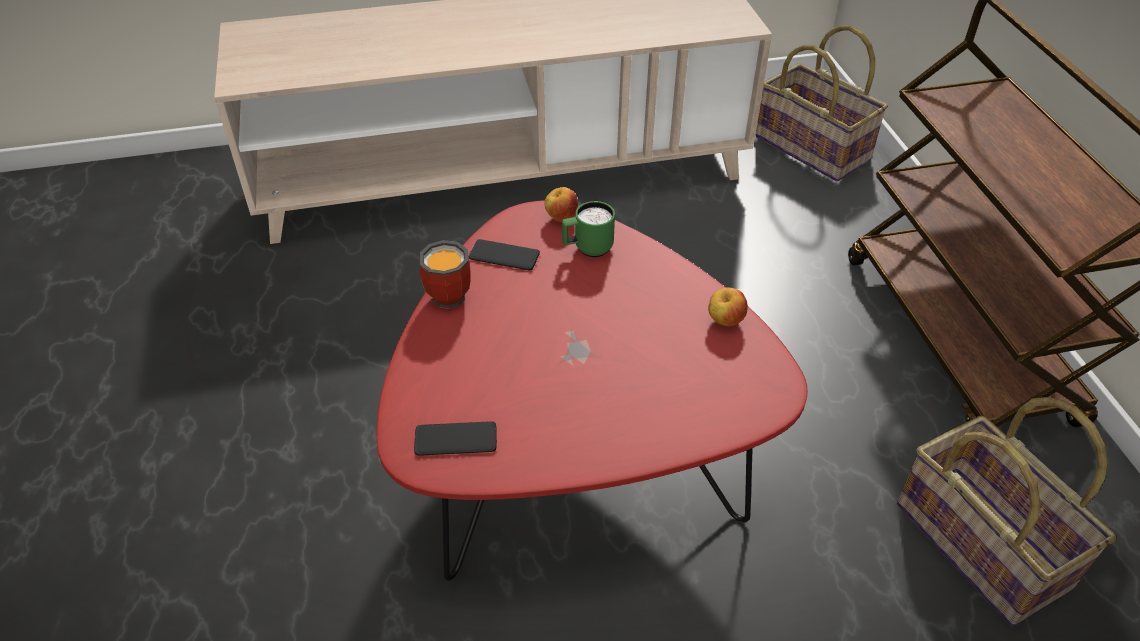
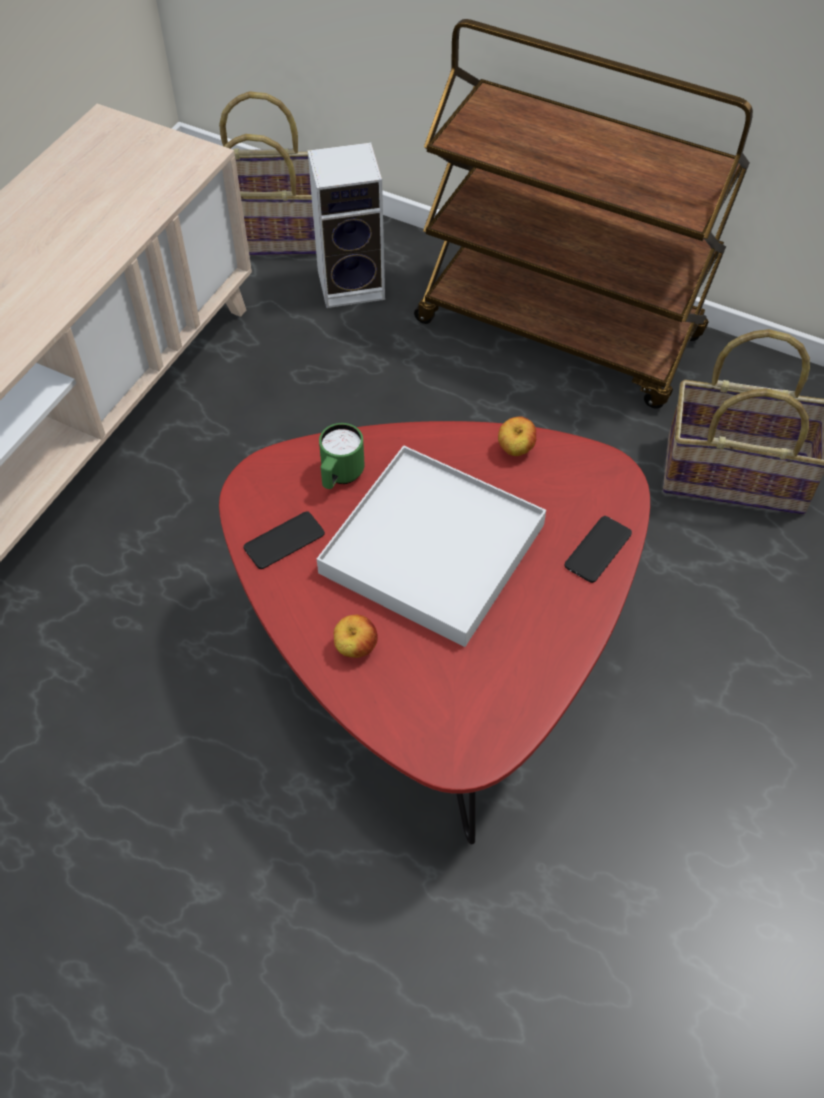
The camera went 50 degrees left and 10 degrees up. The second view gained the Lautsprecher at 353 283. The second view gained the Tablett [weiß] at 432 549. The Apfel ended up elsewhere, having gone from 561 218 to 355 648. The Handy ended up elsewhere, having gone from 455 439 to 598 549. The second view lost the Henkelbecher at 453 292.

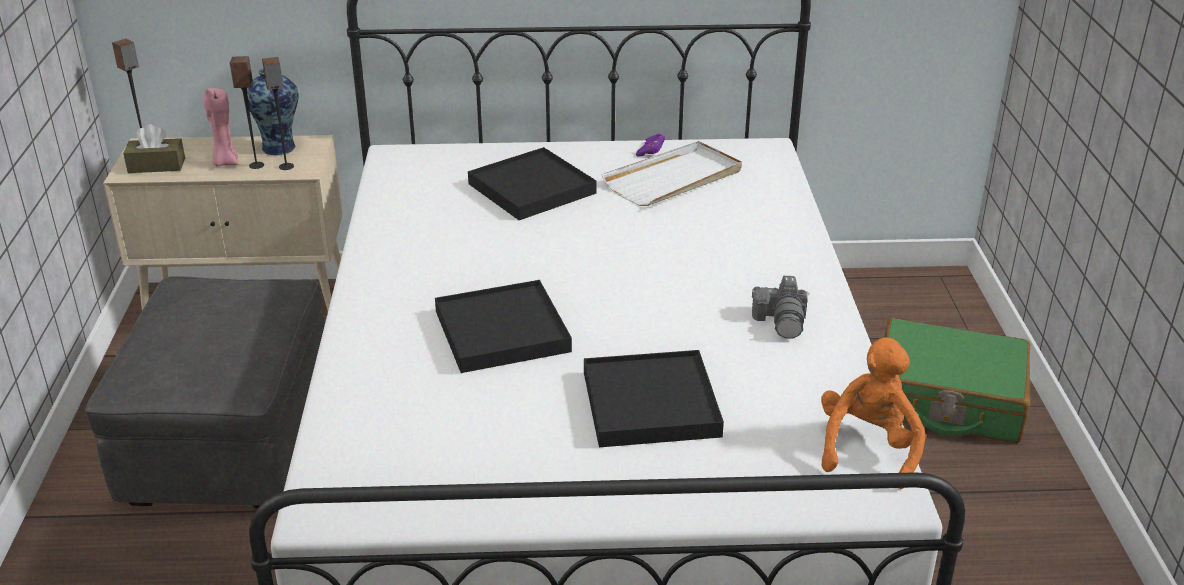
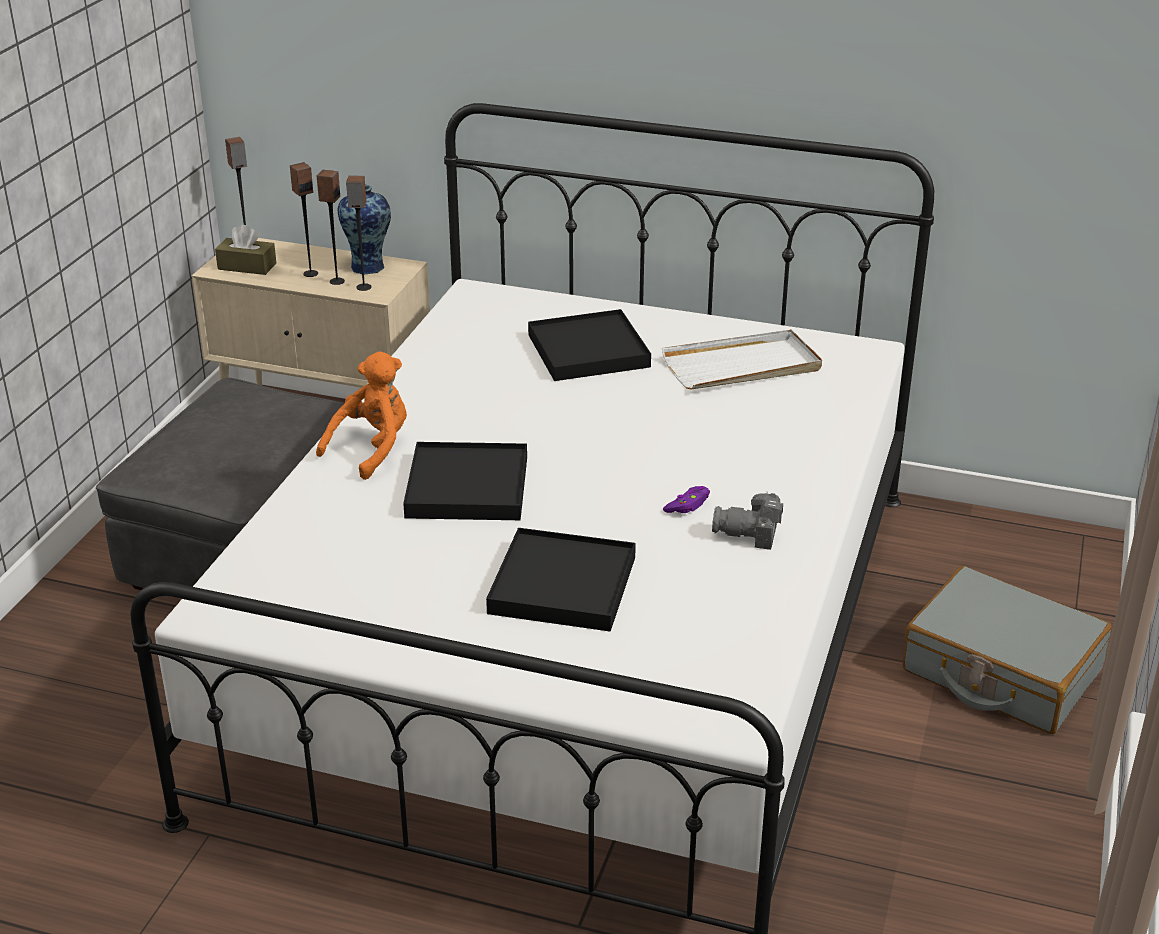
The camera went 20 degrees right and 0 degrees up. Where the Kerze [rosa] stood at 225 162, the Lautsprecher came to stand at 310 273. The Plüschtier [orange] ended up elsewhere, having gone from 868 448 to 372 449. The Gamepad [lila] ended up elsewhere, having gone from 651 150 to 688 505. The Kamera at 782 321 ended up facing another way, 75 degrees clockwise from before. What was the Koffer [grün] at 947 400 turned into the Koffer [grau] at 1000 671.

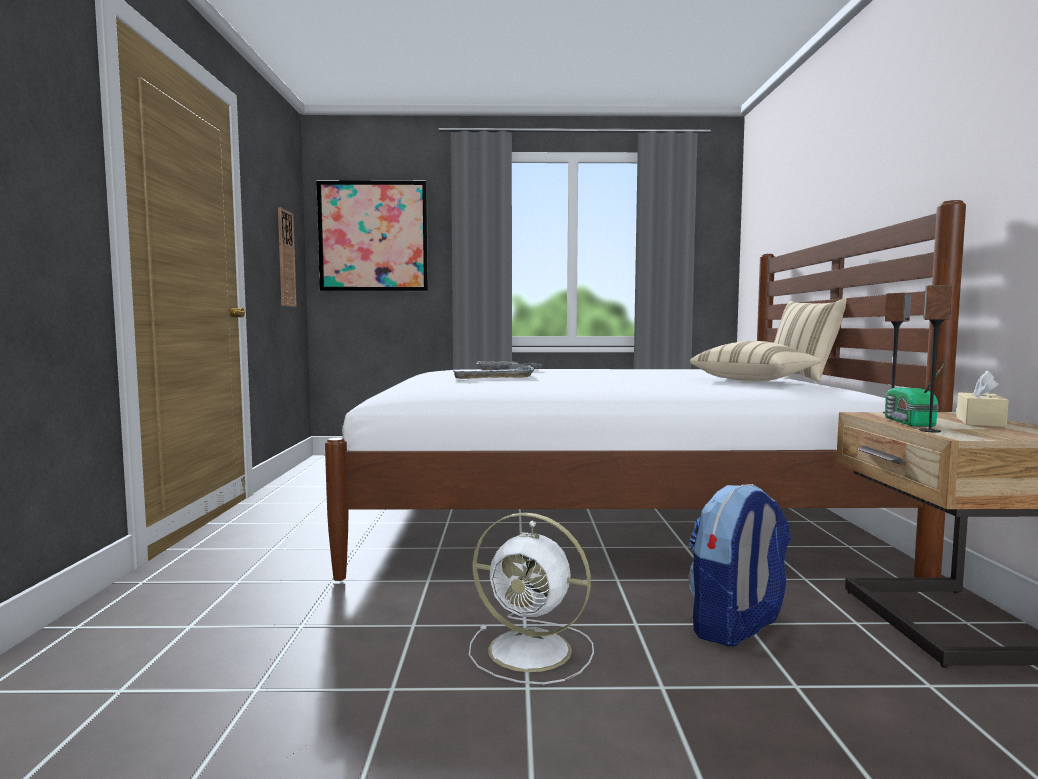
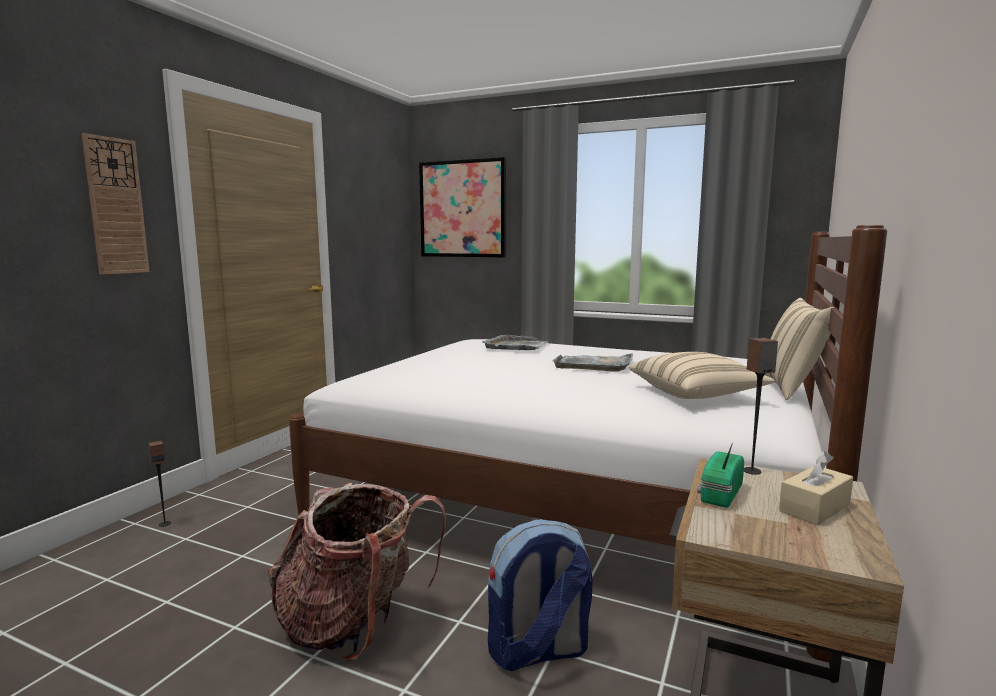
The camera went 25 degrees right and 5 degrees up. The Wanduhr ended up elsewhere, having gone from 286 258 to 116 206. The Lautsprecher ended up elsewhere, having gone from 929 431 to 165 523. Where the Ventilator [weiß] stood at 533 651, the Rucksack came to stand at 354 624. The Tablett [grau] ended up elsewhere, having gone from 494 376 to 594 365.

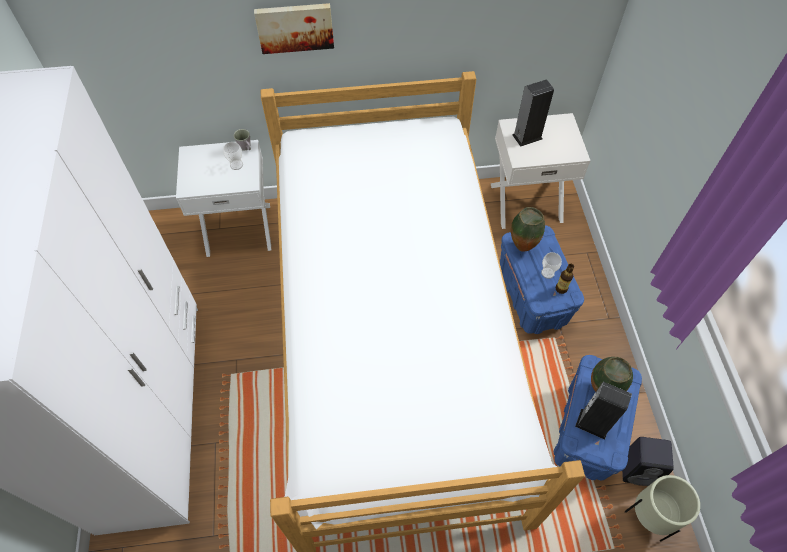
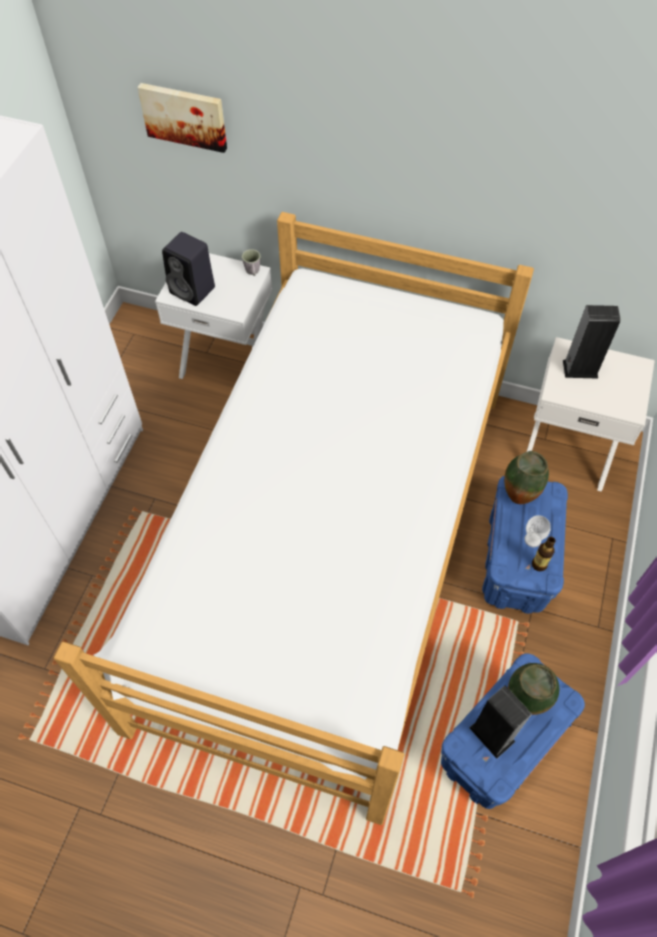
The camera went 25 degrees right and 0 degrees up. The Bild ended up elsewhere, having gone from 295 27 to 184 116. The Lautsprecher [schwarz] ended up elsewhere, having gone from 639 469 to 194 290. The second view lost the Tasse at 236 165. The second view lost the Pflanzkübel [beige] at 648 517.

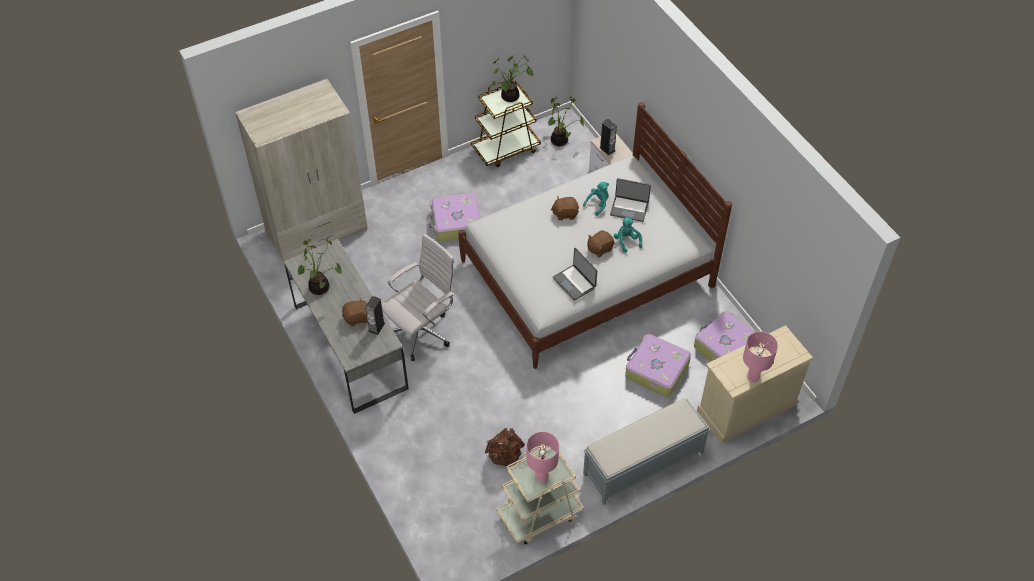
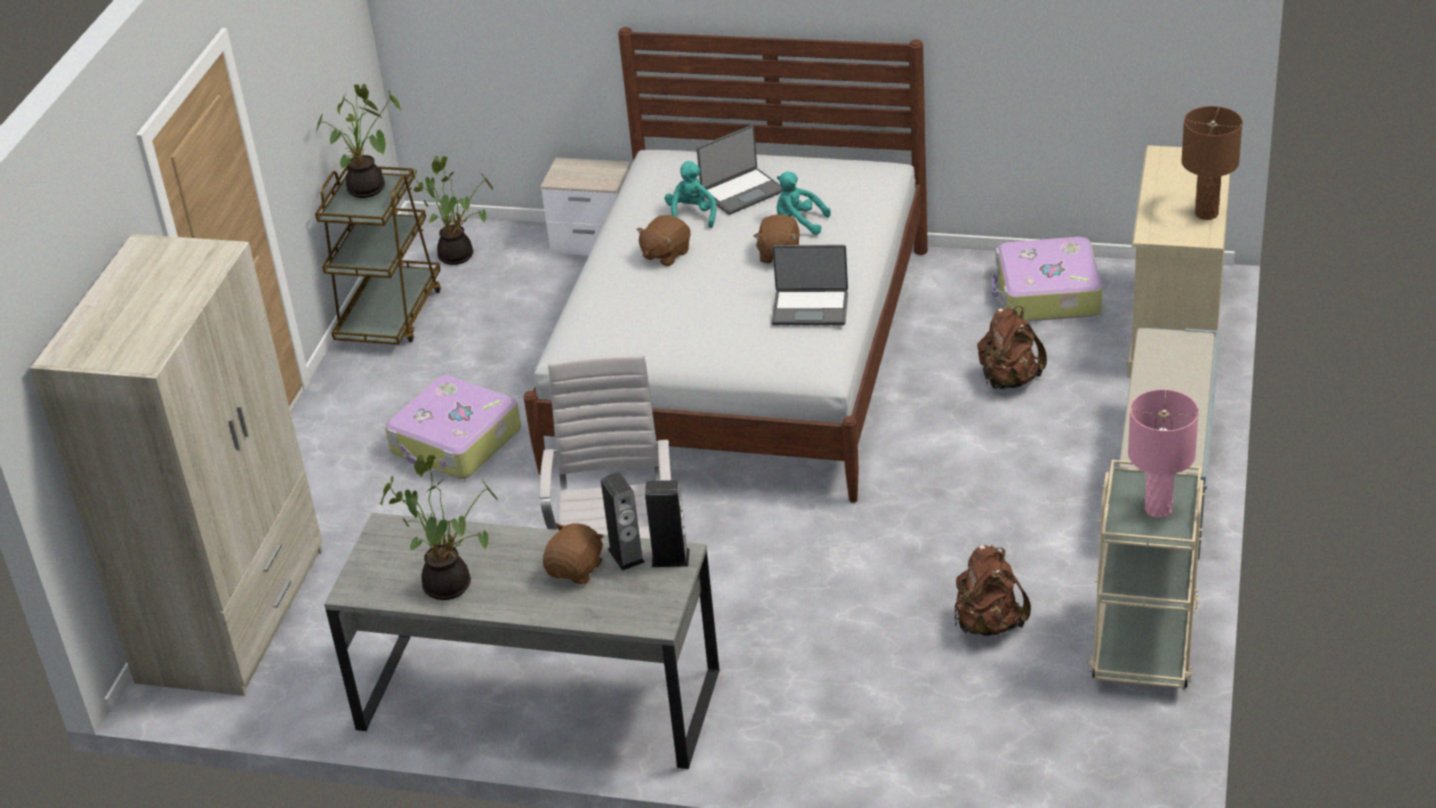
The camera went 45 degrees left and 15 degrees down. The Lautsprecher ended up elsewhere, having gone from 607 149 to 670 558. Where the Koffer stood at 656 370, the Rucksack [braun] came to stand at 1009 379. What was the Tischlampe [rosa] at 753 377 turned into the Tischlampe [braun] at 1206 213.

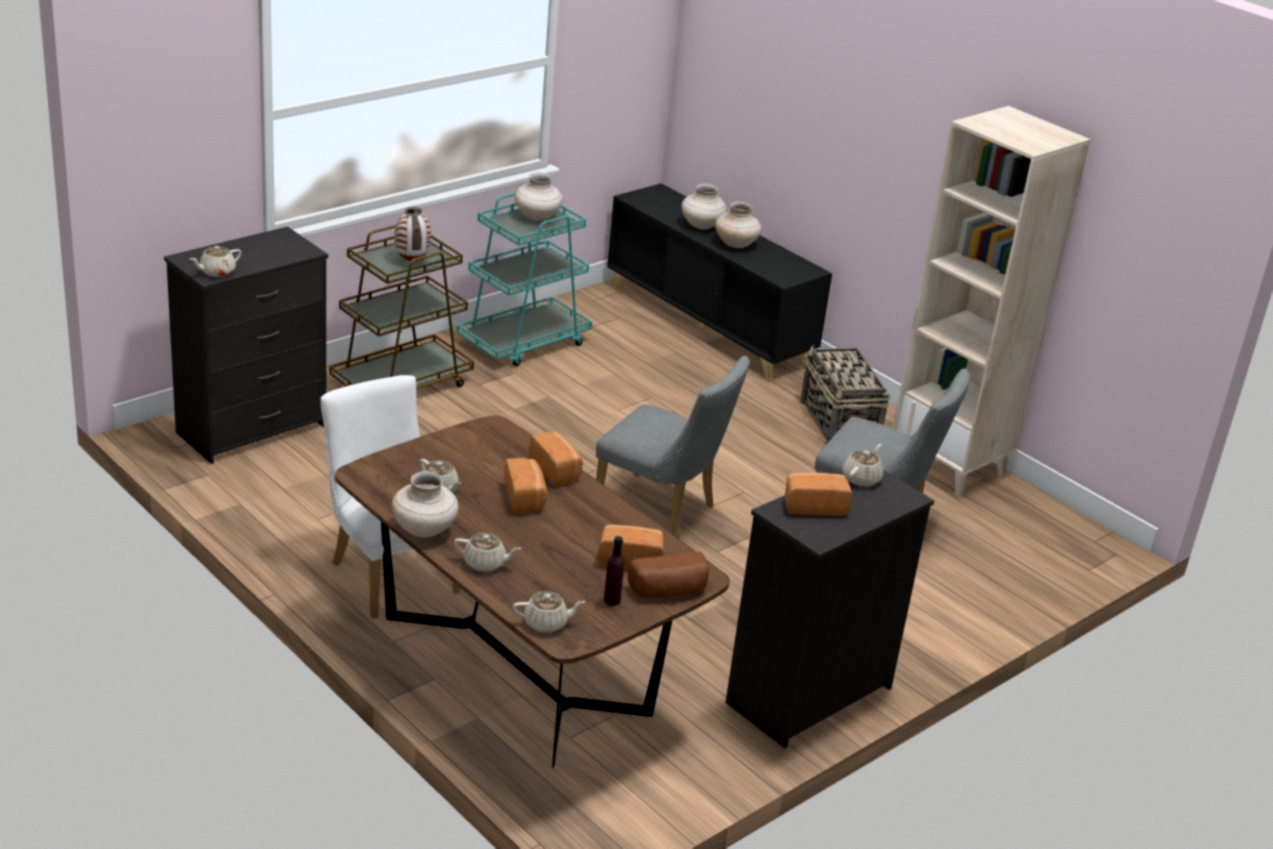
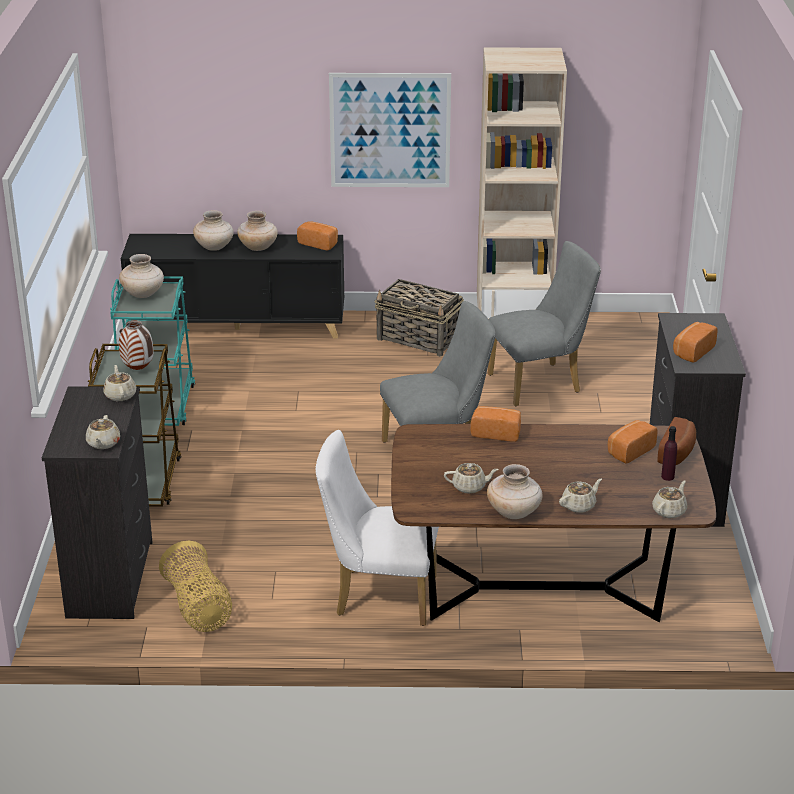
The camera went 45 degrees left and 0 degrees up. The Teekanne [beige] ended up elsewhere, having gone from 861 478 to 120 395. The second view gained the Korb at 198 608. The Brot ended up elsewhere, having gone from 525 498 to 319 243. The second view gained the Bild at 390 130.

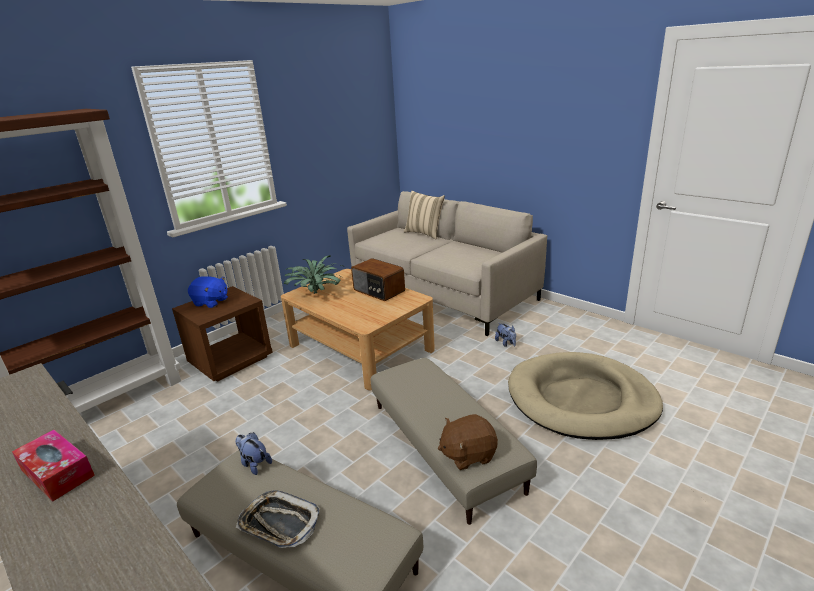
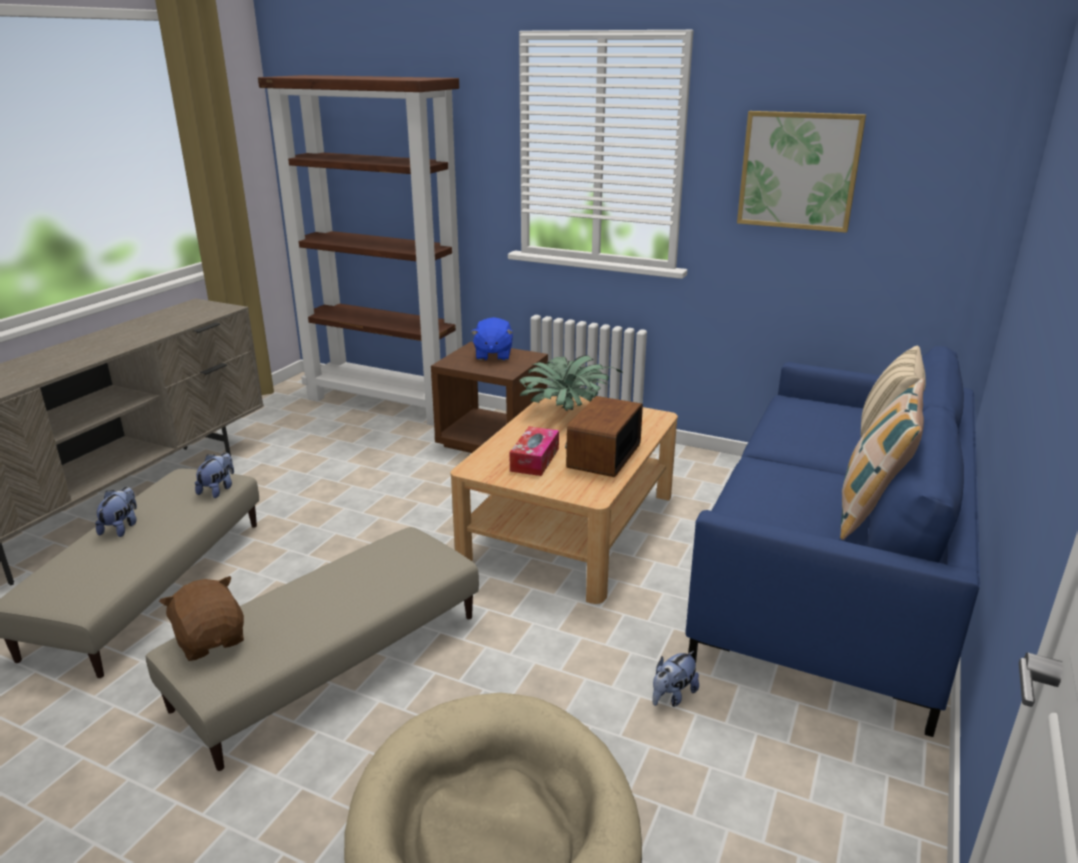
The camera went 70 degrees right and 0 degrees up. Where the Tablett stood at 279 523, the Plüschtier came to stand at 121 527. The Taschentuchbox ended up elsewhere, having gone from 57 473 to 534 459. What was the Sofa [beige] at 443 293 turned into the Sofa [blau] at 830 576. The second view gained the Bild at 798 171. The second view gained the Kissen at 870 513.

